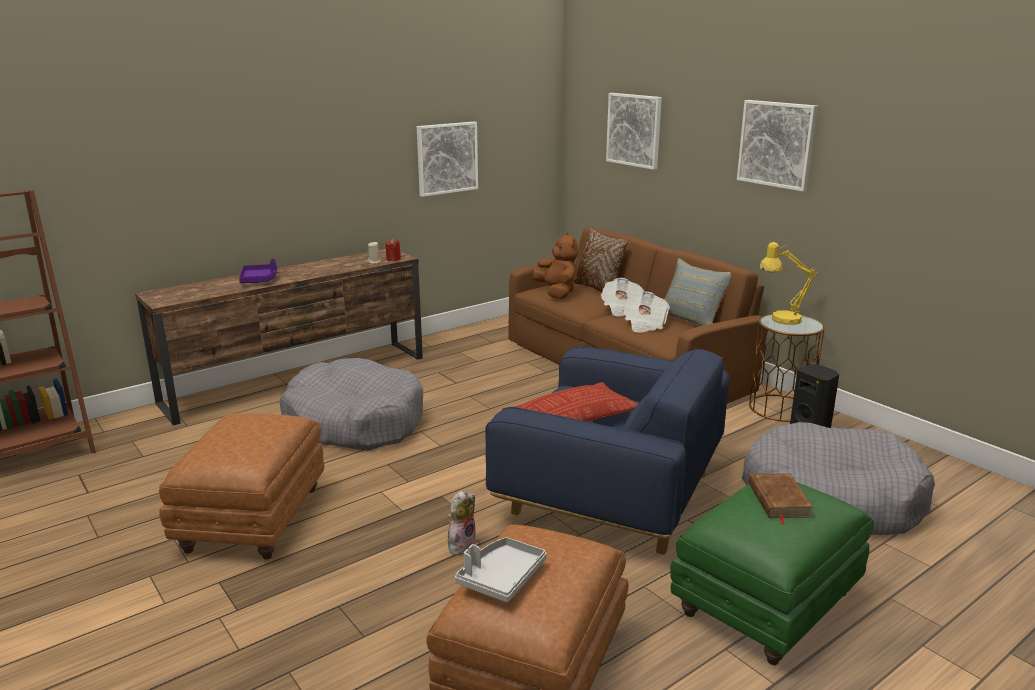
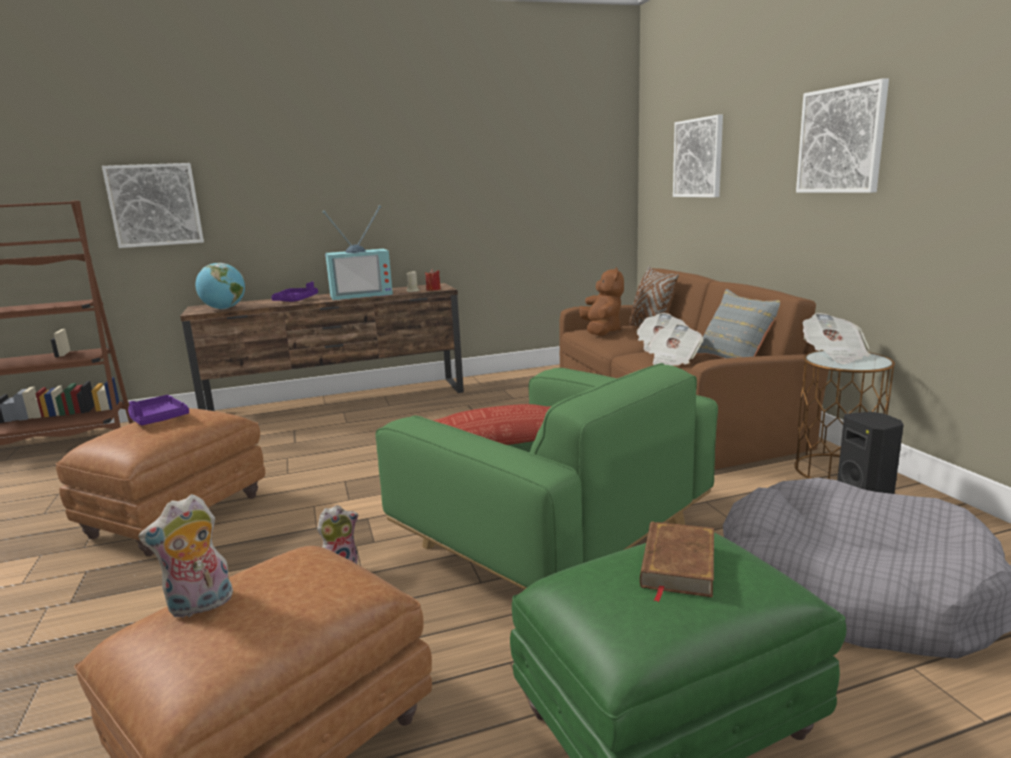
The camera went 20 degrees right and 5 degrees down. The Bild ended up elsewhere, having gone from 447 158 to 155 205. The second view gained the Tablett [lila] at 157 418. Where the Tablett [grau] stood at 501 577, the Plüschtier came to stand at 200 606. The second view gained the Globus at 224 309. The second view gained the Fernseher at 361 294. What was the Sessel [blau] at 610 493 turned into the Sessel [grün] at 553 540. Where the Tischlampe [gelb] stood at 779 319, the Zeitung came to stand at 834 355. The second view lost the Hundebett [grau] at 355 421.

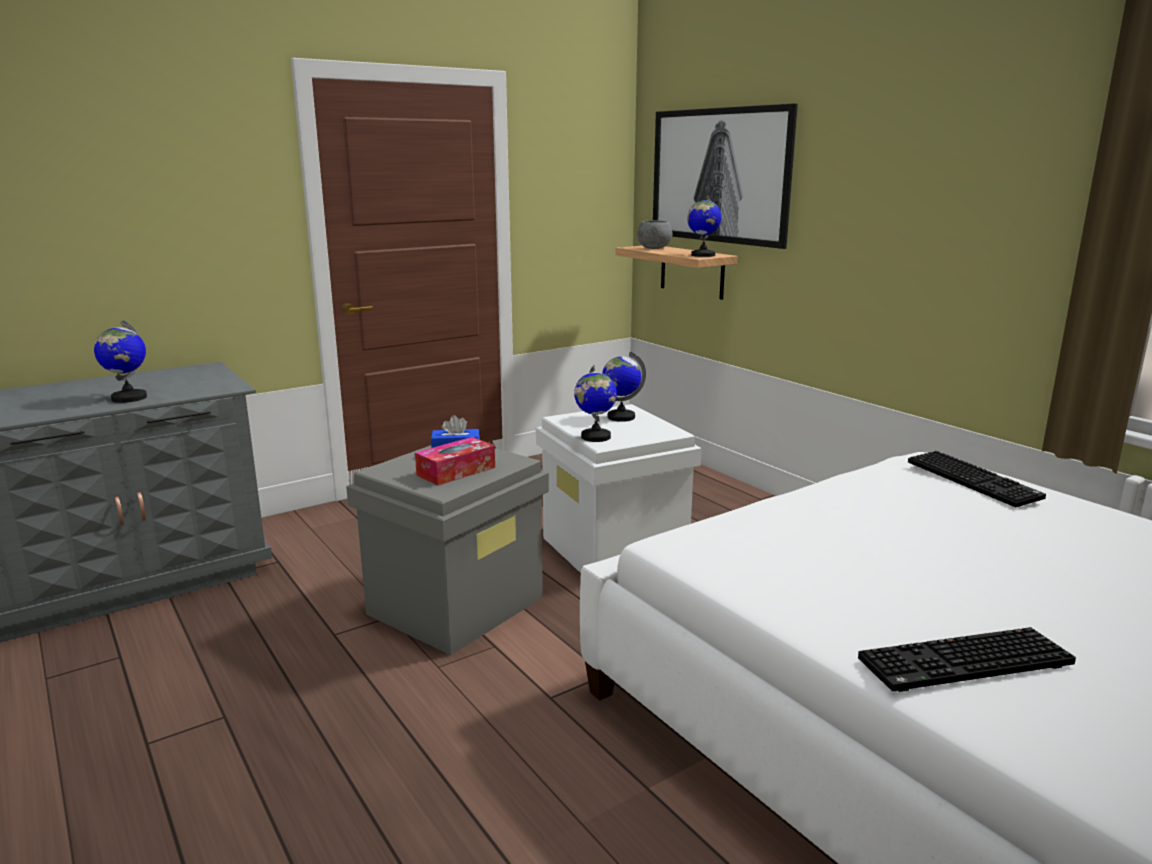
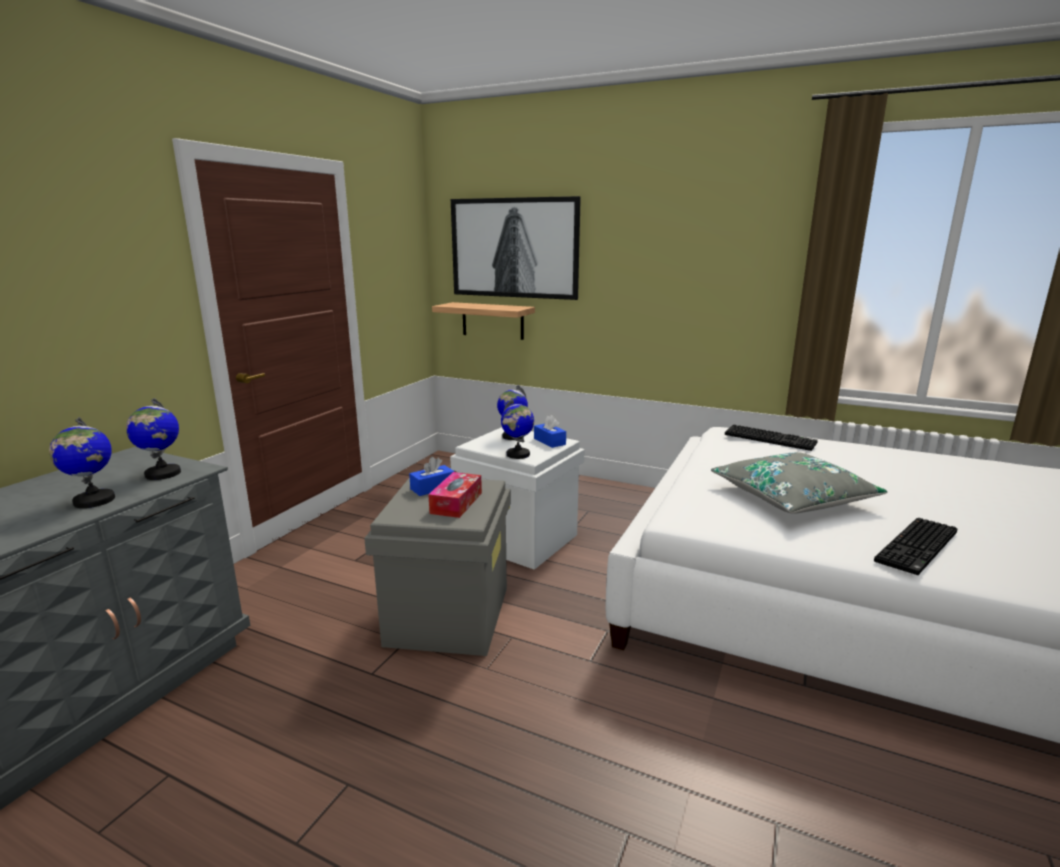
The camera went 30 degrees left and 0 degrees up. The Globus ended up elsewhere, having gone from 702 255 to 162 474. The second view gained the Taschentuchbox [blau] at 549 441. The second view gained the Kissen [grau] at 792 497. The second view lost the Schüssel [grau] at 653 248.

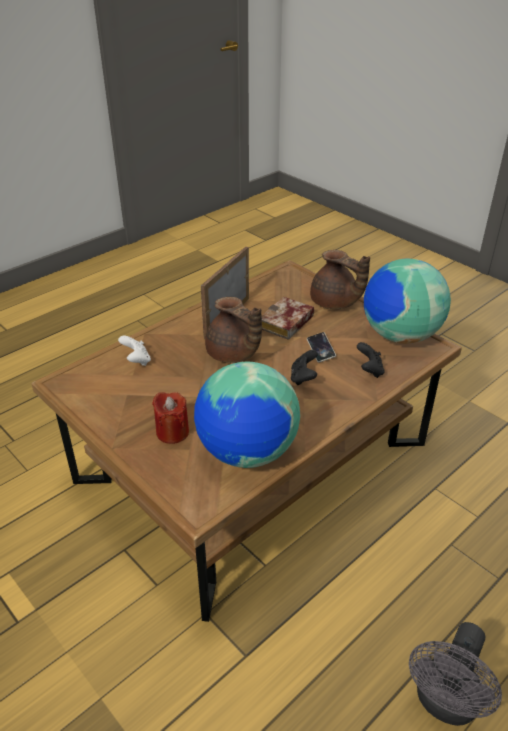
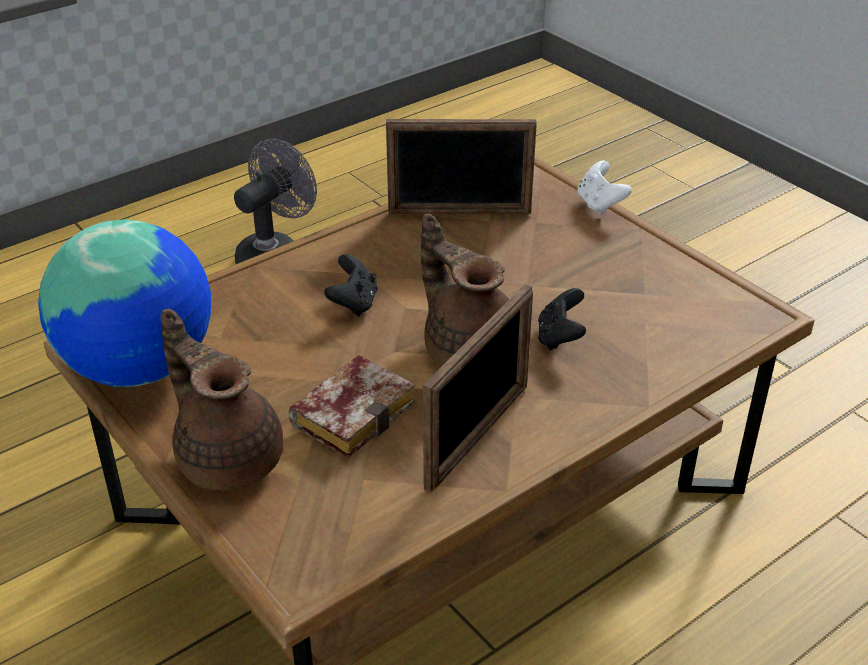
The camera went 175 degrees left and 0 degrees up. Where the Globus stood at 247 452, the Bilderrahmen came to stand at 459 212. The Gamepad [schwarz] ended up elsewhere, having gone from 369 370 to 560 337. The Gamepad [weiß] ended up elsewhere, having gone from 136 360 to 599 204. The second view lost the Kerze [rot] at 172 432. The second view lost the Handy at 320 349.

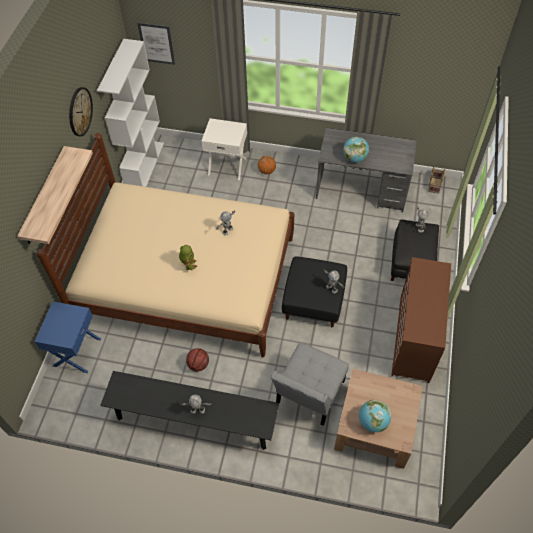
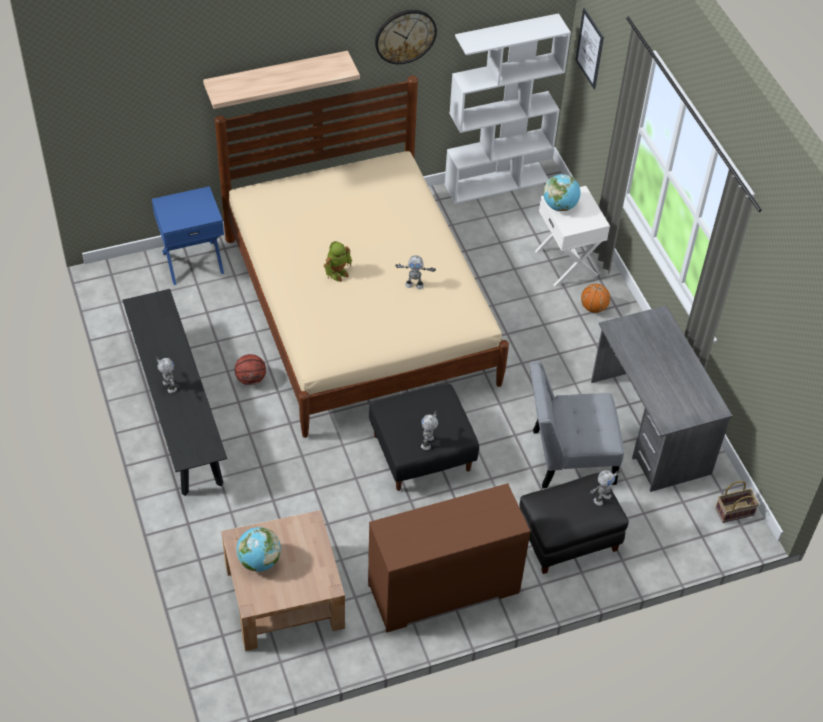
The camera went 55 degrees right and 5 degrees down. The Stuhl [grau] ended up elsewhere, having gone from 308 395 to 567 457. The Globus ended up elsewhere, having gone from 354 158 to 560 206.

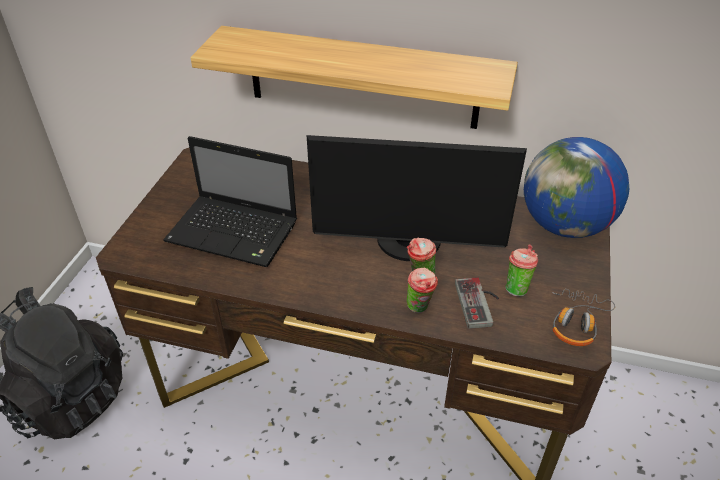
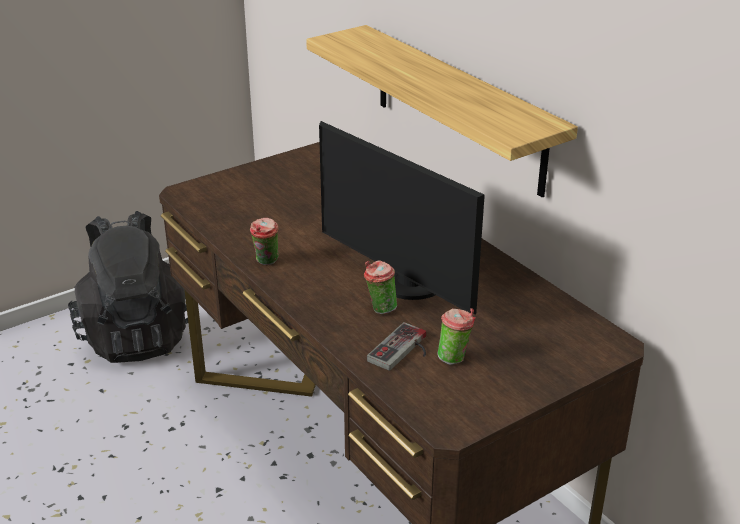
The camera went 40 degrees right and 10 degrees down. The Tasse ended up elsewhere, having gone from 420 308 to 266 262. The second view lost the Laptop at 235 232. The second view lost the Globus at 565 226. The second view lost the Kopfhörer at 576 323.

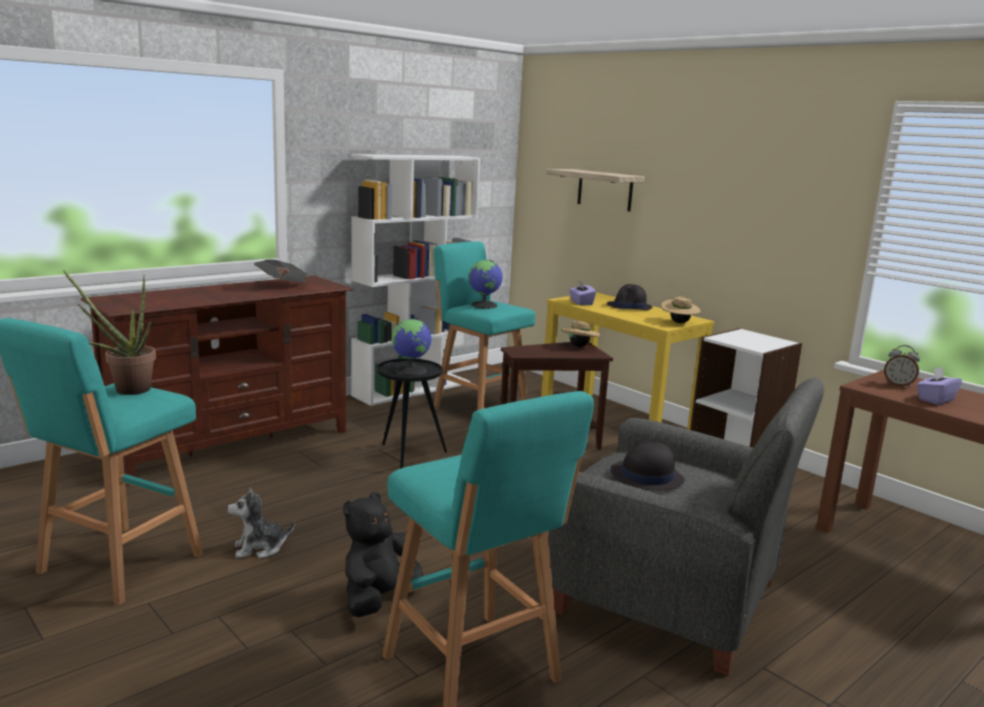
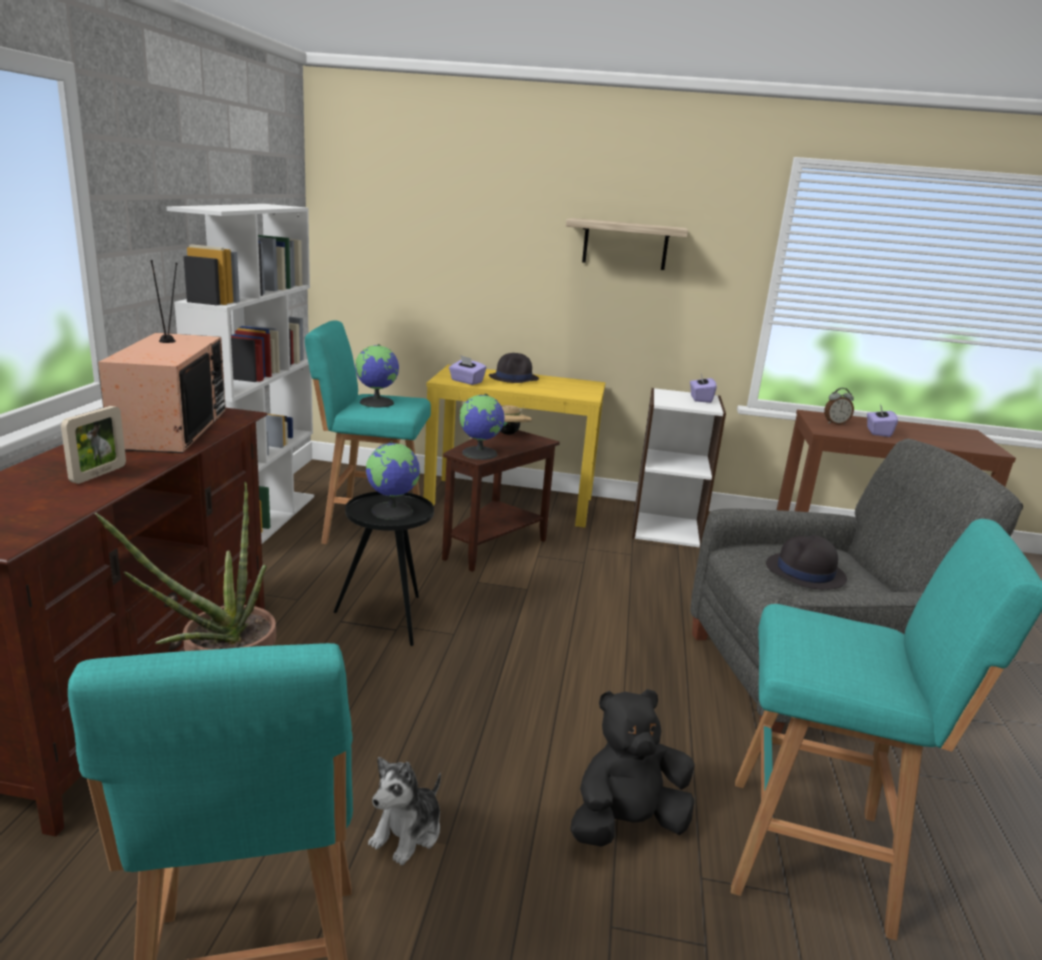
The camera went 40 degrees left and 5 degrees up. The second view gained the Bilderrahmen at 98 474. Where the Zeitung stood at 284 286, the Fernseher came to stand at 169 428. The second view gained the Globus at 480 453. The Wandregal ended up elsewhere, having gone from 605 190 to 625 244. The Plüschtier [schwarz] at 379 599 ended up facing another way, 75 degrees clockwise from before. The second view gained the Taschentuchbox [lila] at 700 399. The second view lost the Hut [beige] at 679 322.

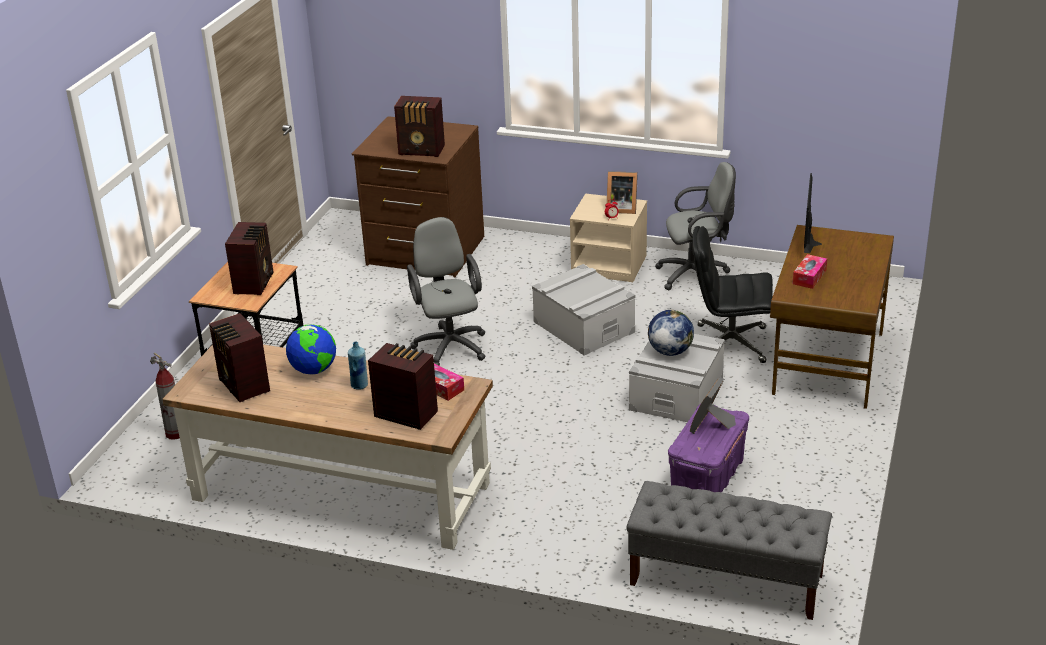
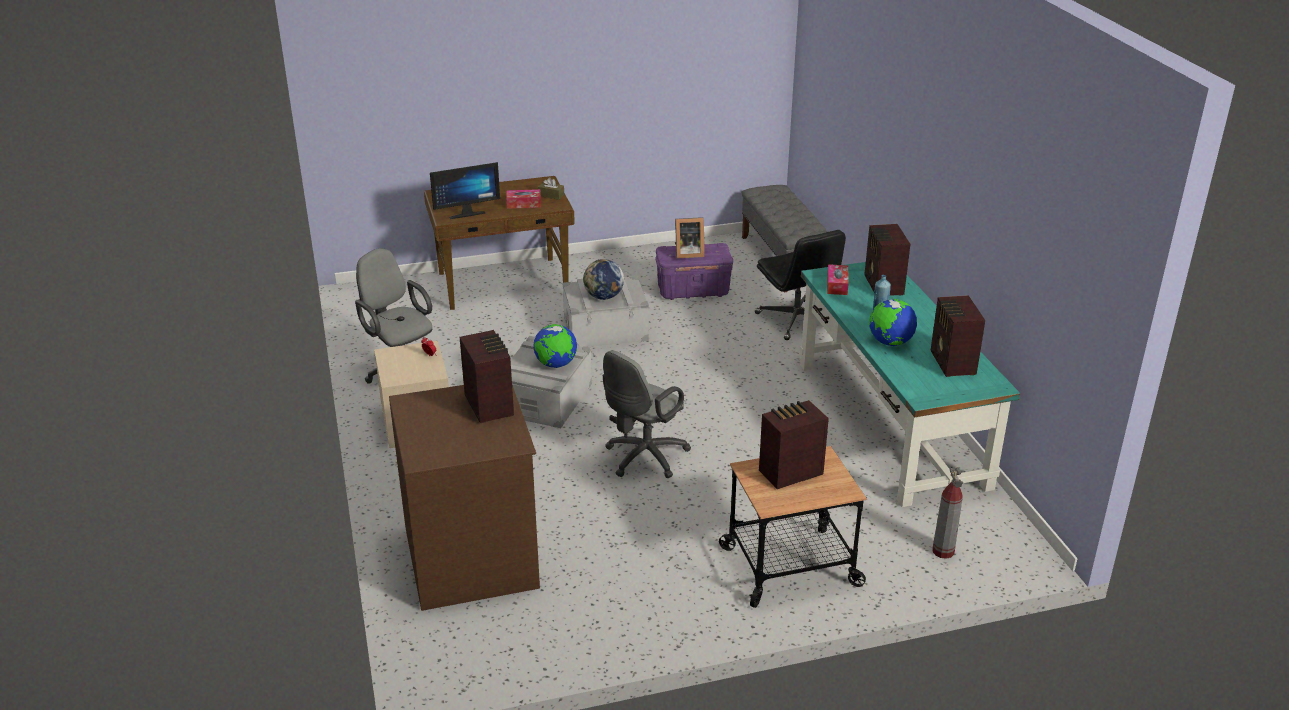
The camera went 125 degrees left and 0 degrees up. The second view gained the Globus at 555 364. The second view gained the Taschentuchbox [braun] at 551 195. The Bürostuhl [schwarz] ended up elsewhere, having gone from 729 344 to 797 320. What was the Schreibtisch [braun] at 339 491 turned into the Schreibtisch [türkis] at 891 424. The Radio at 243 386 ended up facing another way, 150 degrees clockwise from before. The second view lost the Bilderrahmen at 621 208.

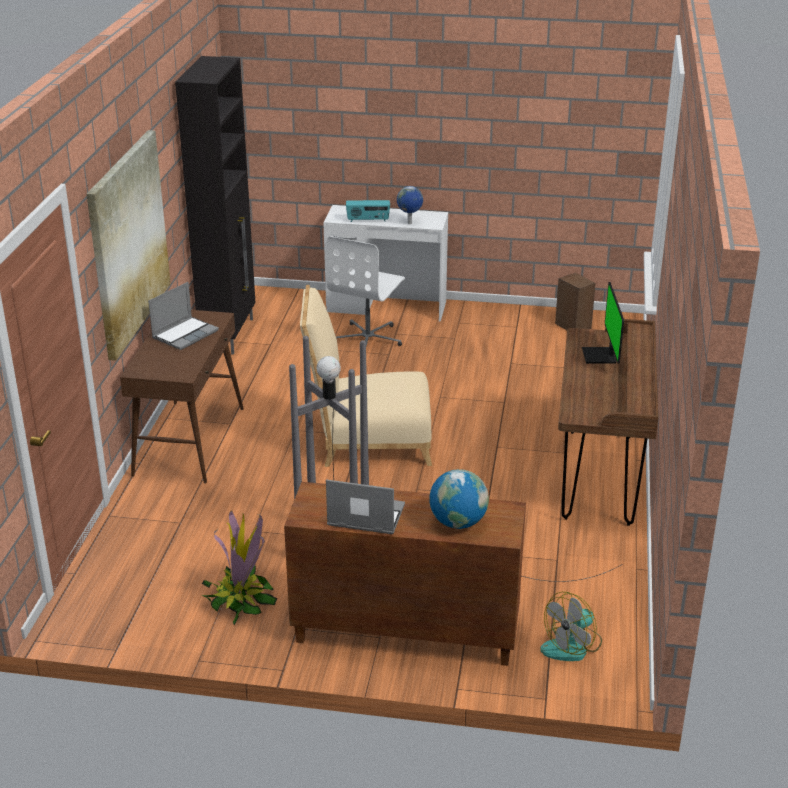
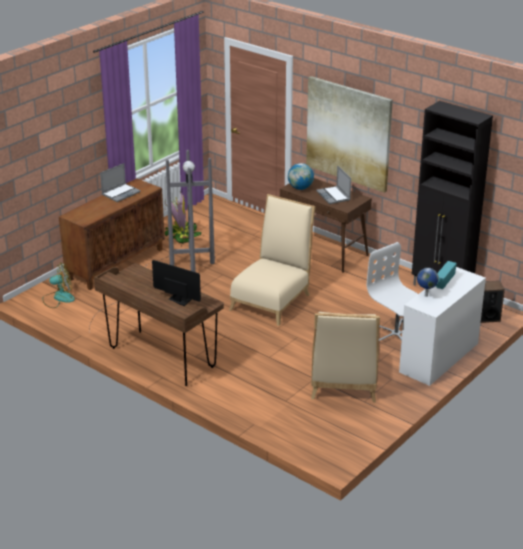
The camera went 120 degrees right and 0 degrees up. The Ventilator at 572 646 ended up facing another way, 90 degrees clockwise from before. The Globus ended up elsewhere, having gone from 458 522 to 300 188. The second view gained the Stuhl [beige] at 343 382. The Lautsprecher ended up elsewhere, having gone from 573 326 to 487 317.

